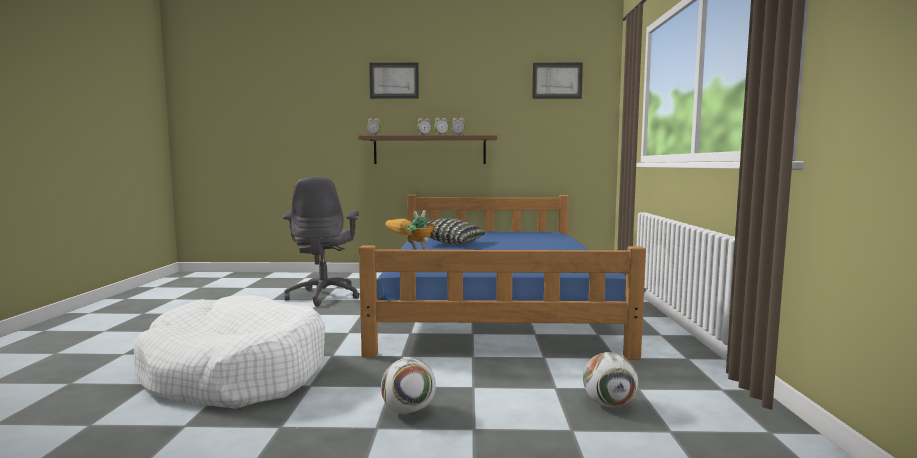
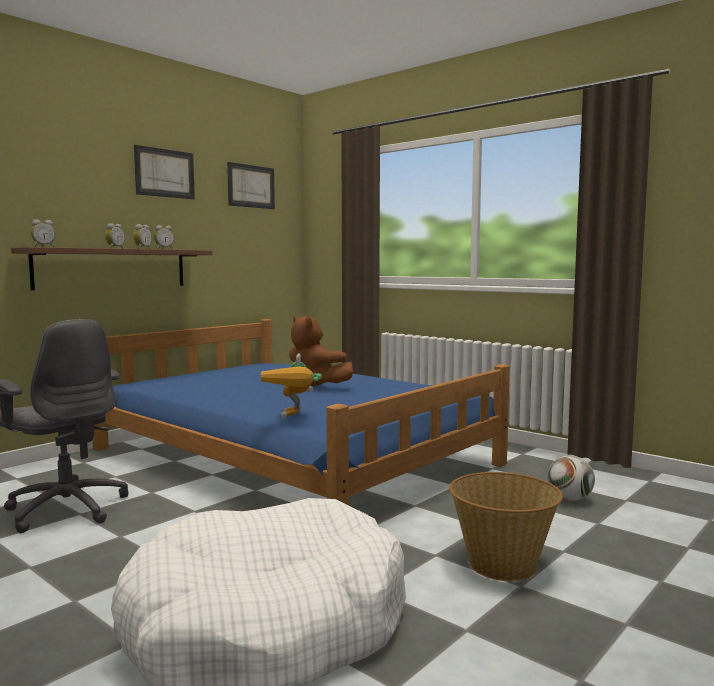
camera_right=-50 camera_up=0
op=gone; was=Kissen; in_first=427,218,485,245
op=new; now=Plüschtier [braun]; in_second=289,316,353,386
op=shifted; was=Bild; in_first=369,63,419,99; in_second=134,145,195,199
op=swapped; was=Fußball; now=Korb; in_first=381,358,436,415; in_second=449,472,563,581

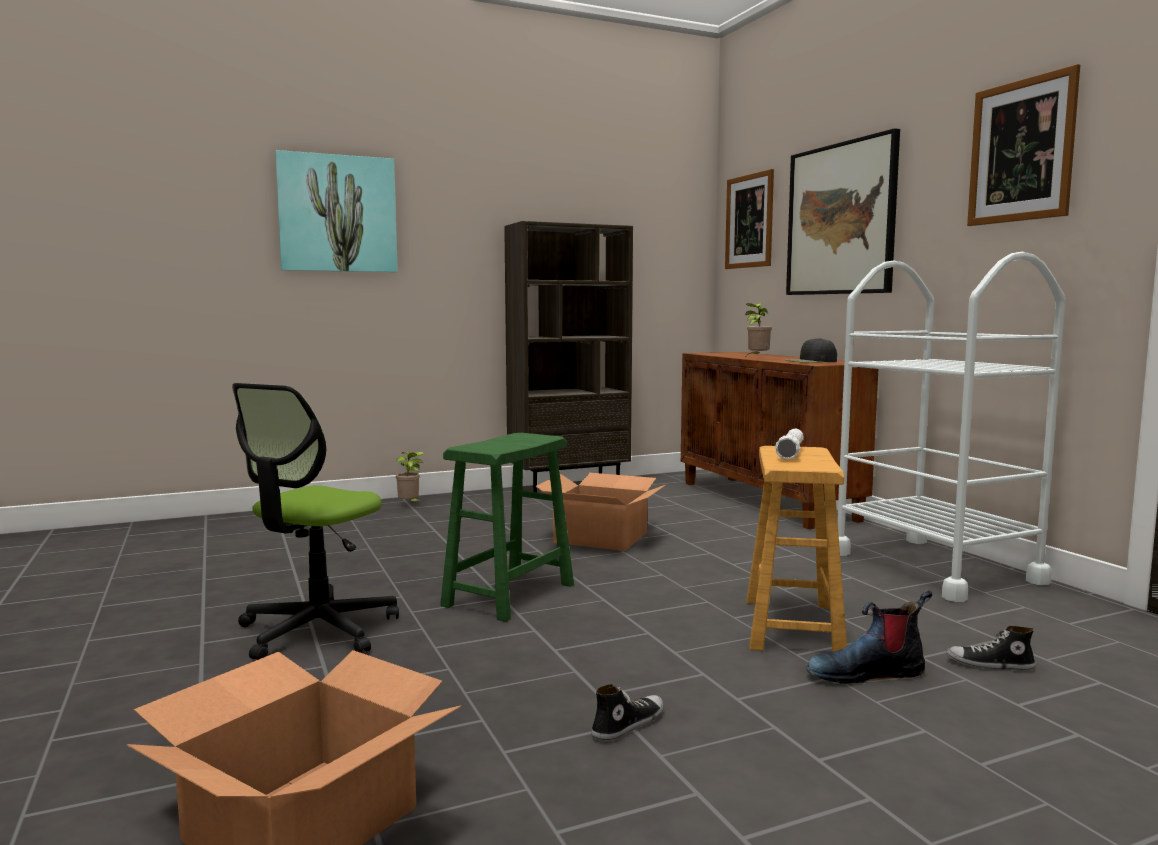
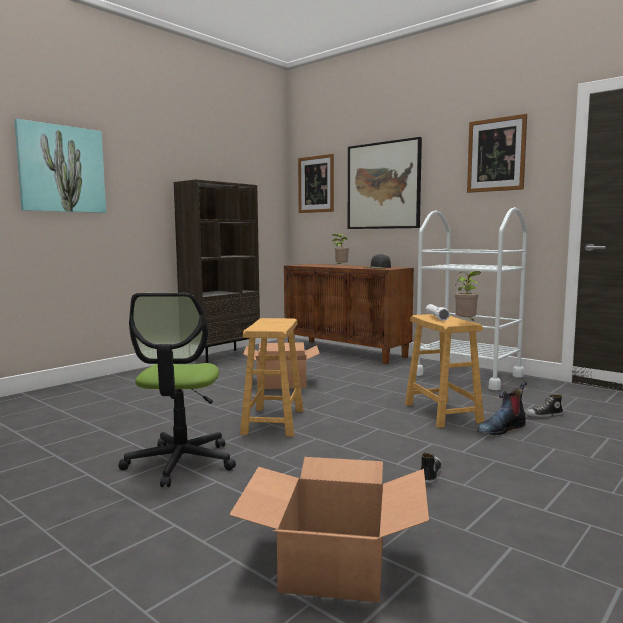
camera_right=-25 camera_up=0
op=shifted; was=Topfpflanze; in_first=396,452,425,502; in_second=455,271,481,321
op=repainted; was=Hocker [grün]; now=Hocker [braun]; in_first=440,433,574,622; in_second=240,318,303,437

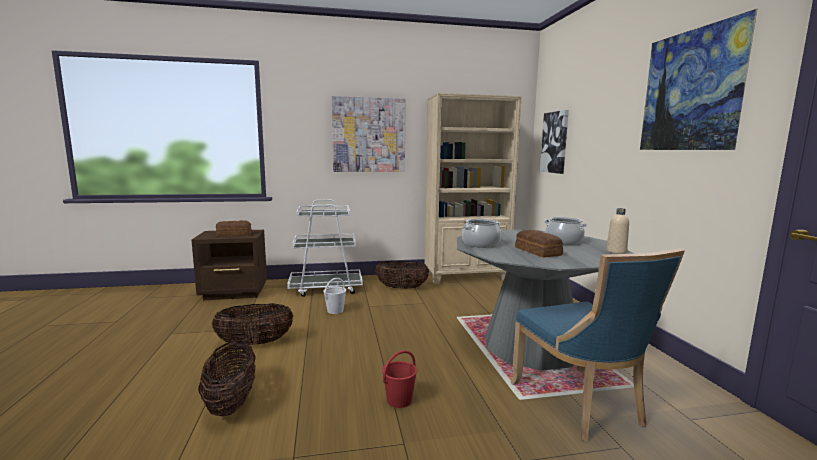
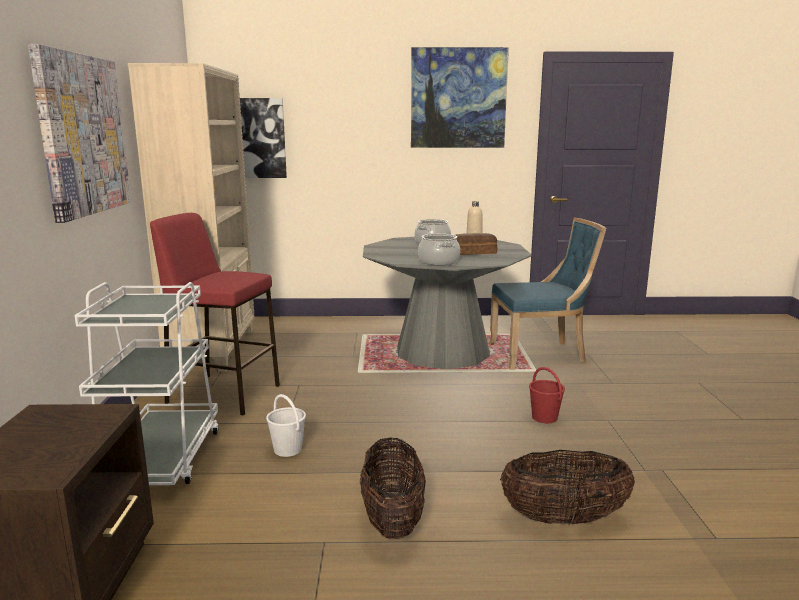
camera_right=-80 camera_up=5
op=gone; was=Brot; in_first=216,220,251,236
op=swapped; was=Korb; now=Hocker [rot]; in_first=375,261,429,289; in_second=150,213,280,416

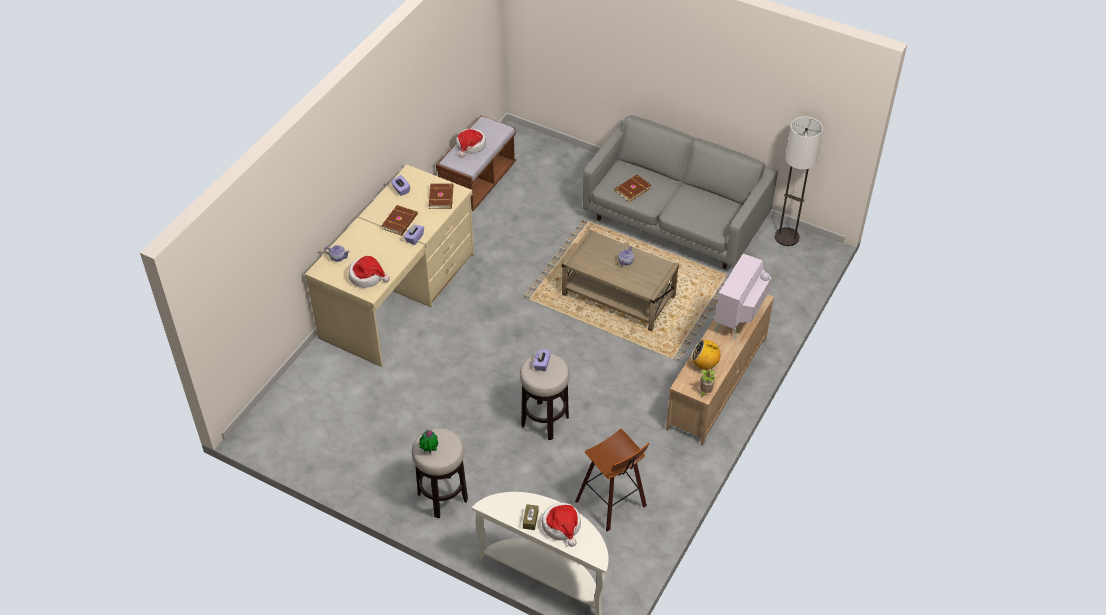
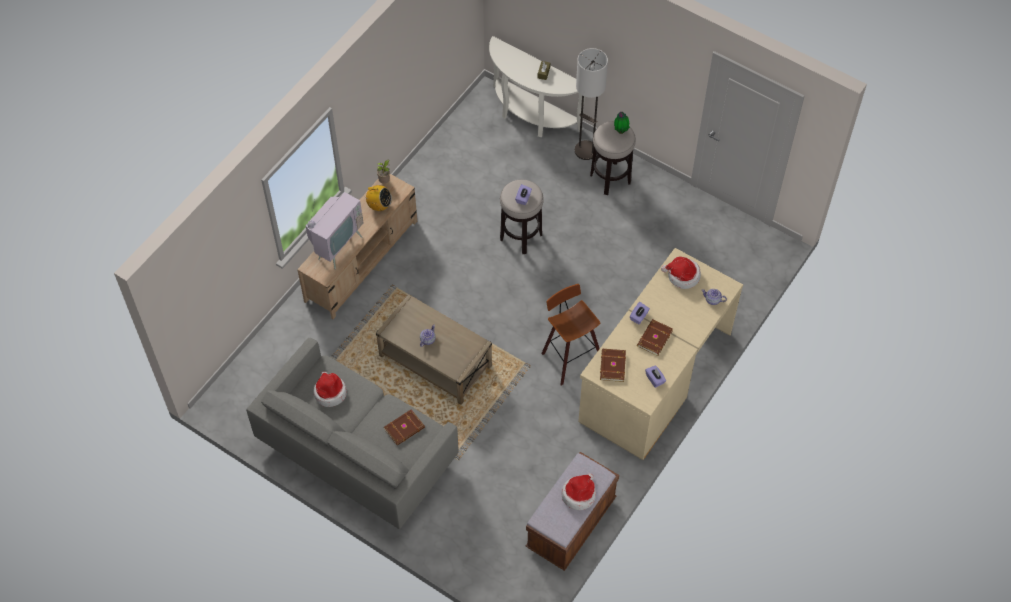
camera_right=-175 camera_up=10
op=shifted; was=Hut; in_first=542,503,581,547; in_second=314,371,347,407
op=shifted; was=Hocker; in_first=575,429,649,532; in_second=541,284,600,385
op=shifted; was=Stehlampe; in_first=775,116,823,246; in_second=575,48,608,160

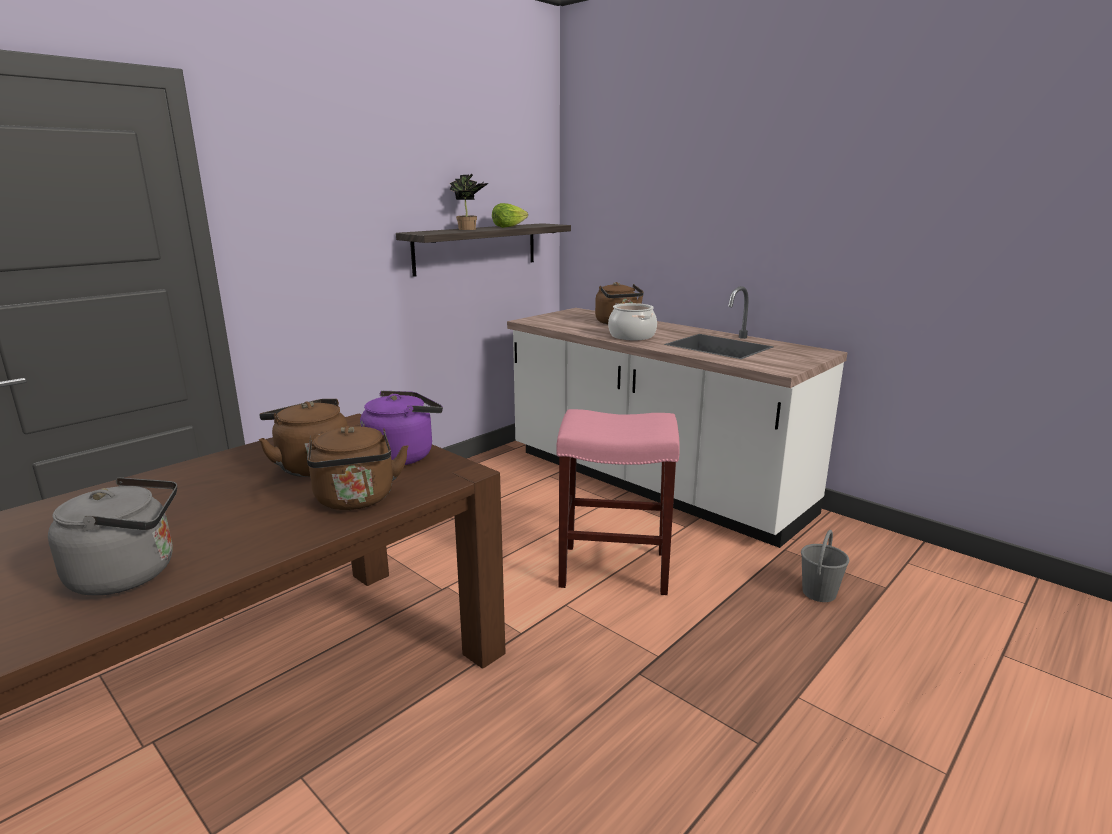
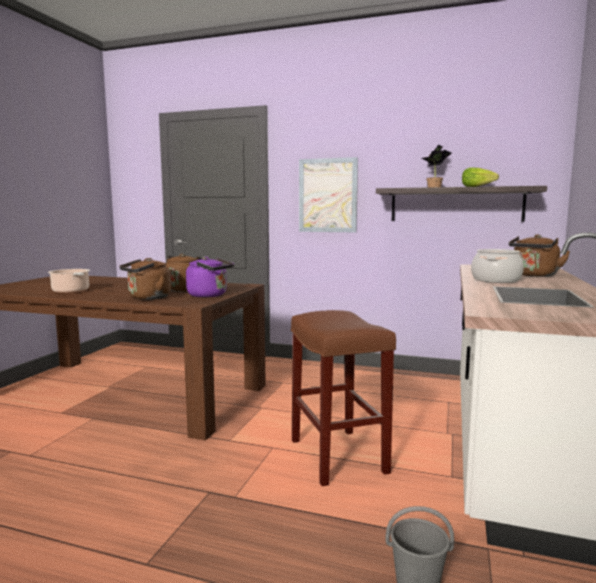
camera_right=65 camera_up=-10
op=new; now=Bild; in_second=299,157,358,232
op=swapped; was=Wasserkessel [grau]; now=Kochtopf; in_first=48,477,177,596; in_second=48,269,90,293
op=repainted; was=Hocker [rosa]; now=Hocker [braun]; in_first=556,409,680,595; in_second=291,310,396,486

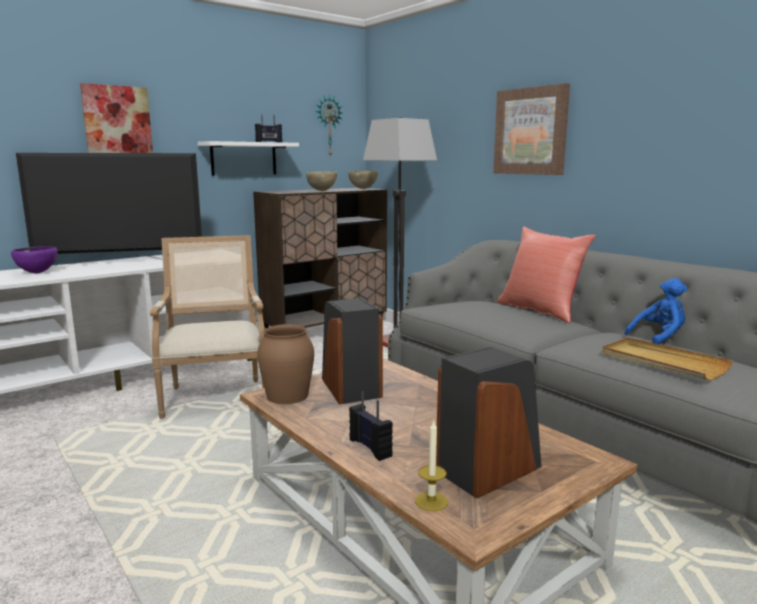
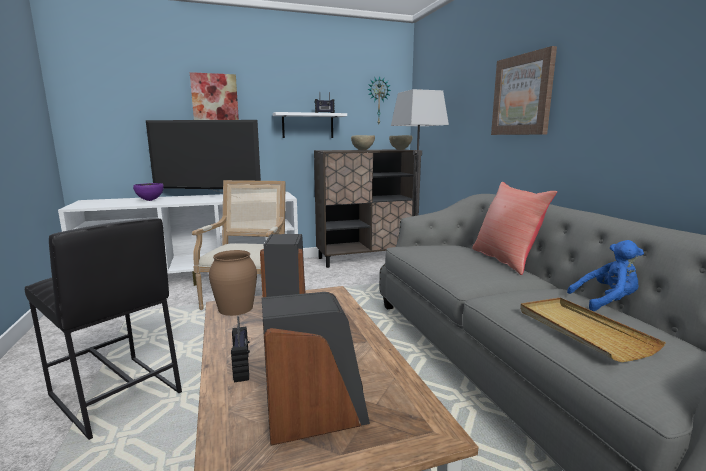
camera_right=20 camera_up=0
op=gone; was=Kerze; in_first=415,420,448,511
op=new; now=Hocker [schwarz]; in_second=25,218,182,440

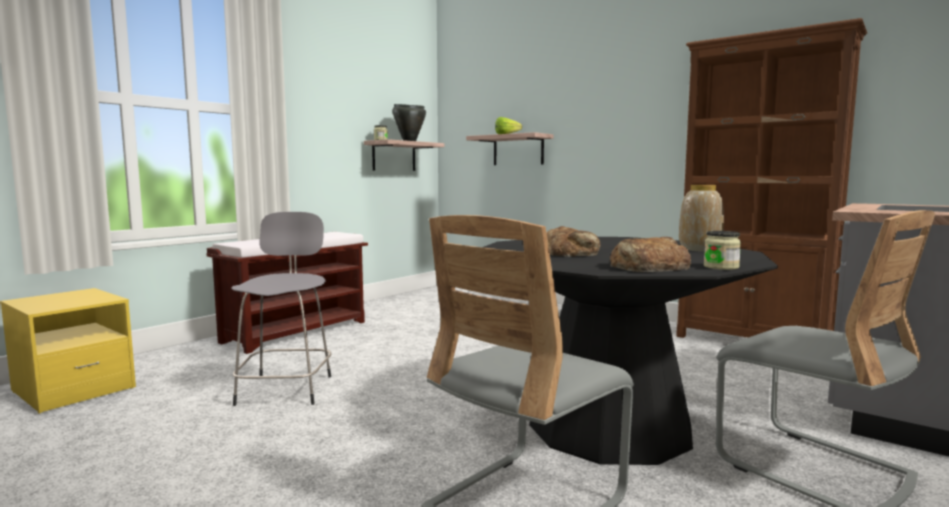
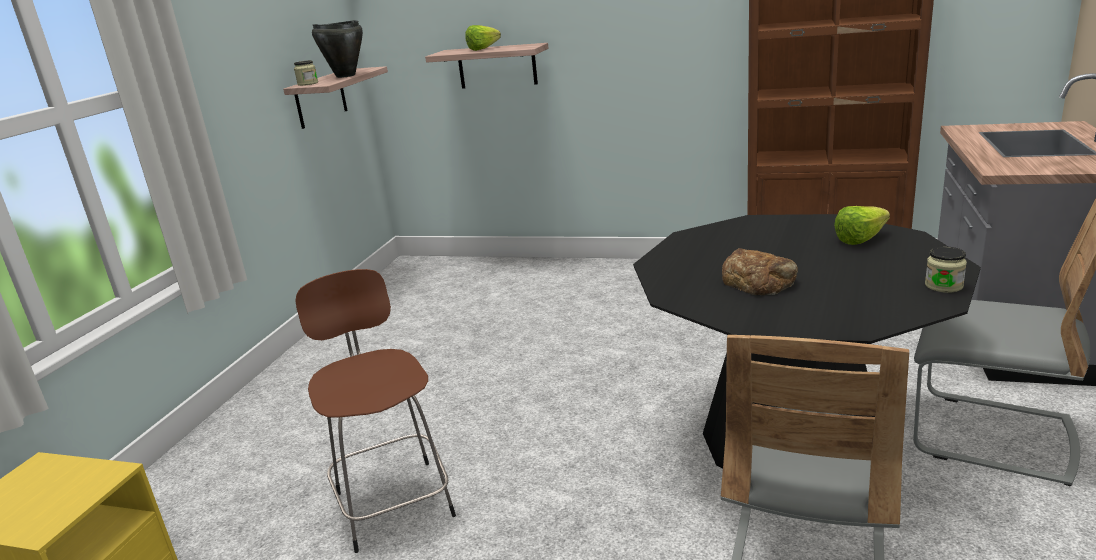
camera_right=-20 camera_up=15
op=gone; was=Bank [braun]; in_first=207,232,368,354
op=gone; was=Brot; in_first=610,237,691,272
op=swapped; was=Vase; now=Salatkopf; in_first=679,185,724,252; in_second=834,206,890,245
op=repainted; was=Hocker [grau]; now=Hocker [braun]; in_first=231,212,331,406; in_second=295,269,456,553

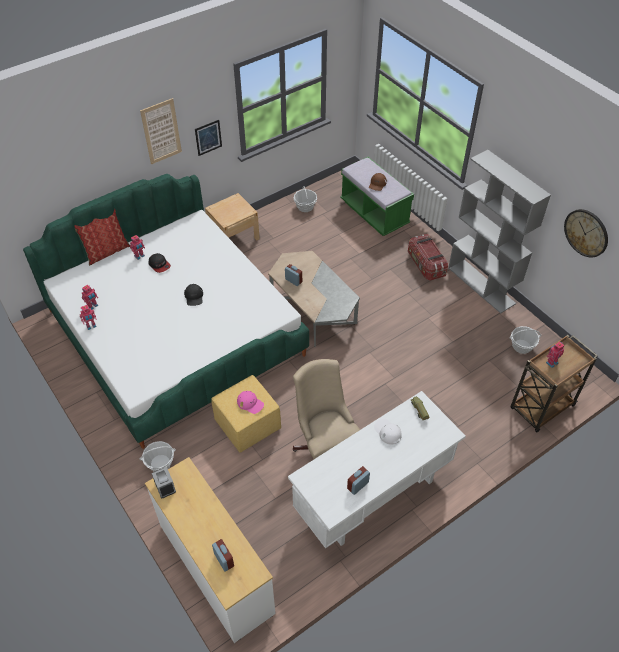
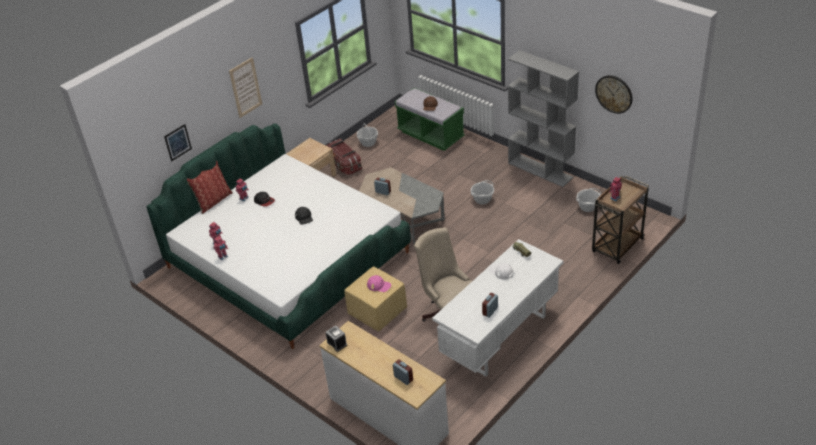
camera_right=-10 camera_up=-10
op=shifted; was=Korb; in_first=140,441,176,472; in_second=471,180,494,204
op=shifted; was=Bild; in_first=195,120,222,156; in_second=164,124,192,161
op=shifted; was=Aufbewahrungsbox; in_first=408,234,448,281; in_second=326,139,362,175

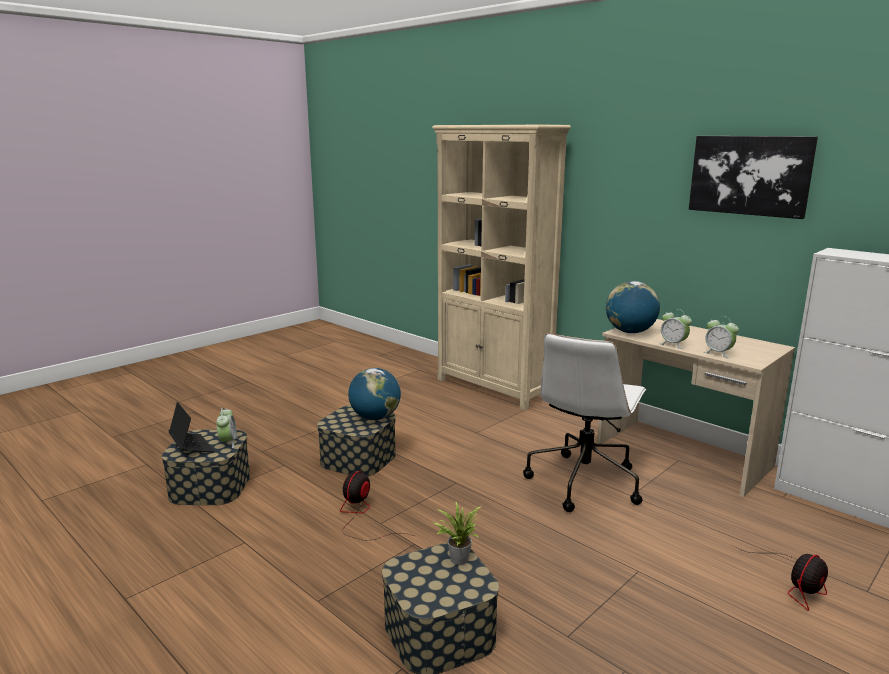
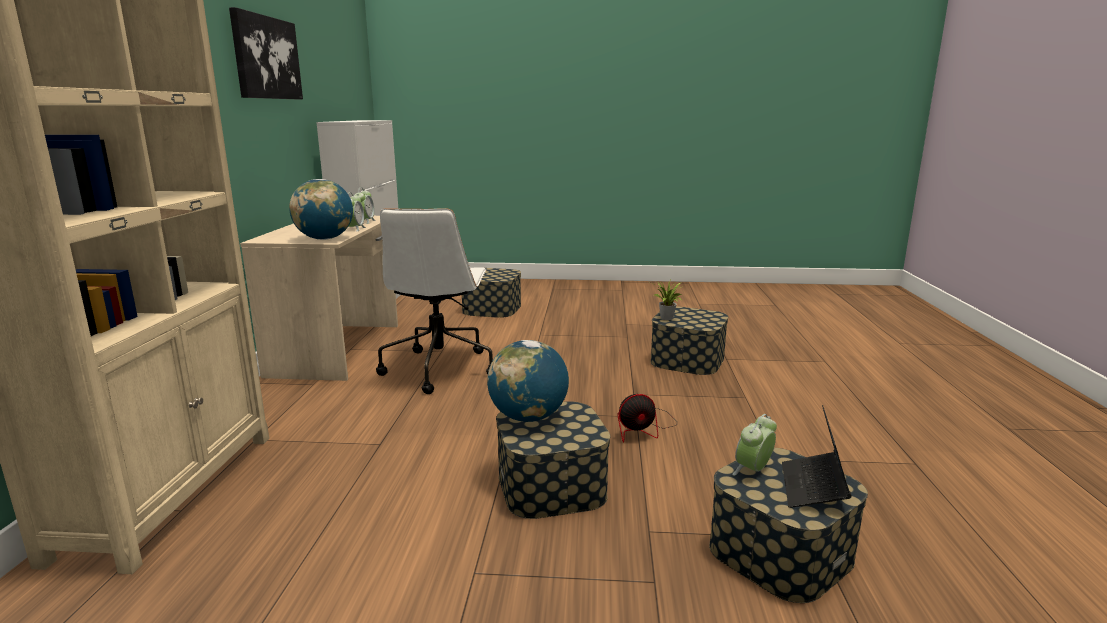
camera_right=-130 camera_up=0
op=swapped; was=Ventilator; now=Aufbewahrungsbox; in_first=731,545,828,611; in_second=462,268,521,318
op=rotated; was=Bürostuhl [weiß]; in_first=523,333,647,512; in_second=376,208,493,394; clockwise=105

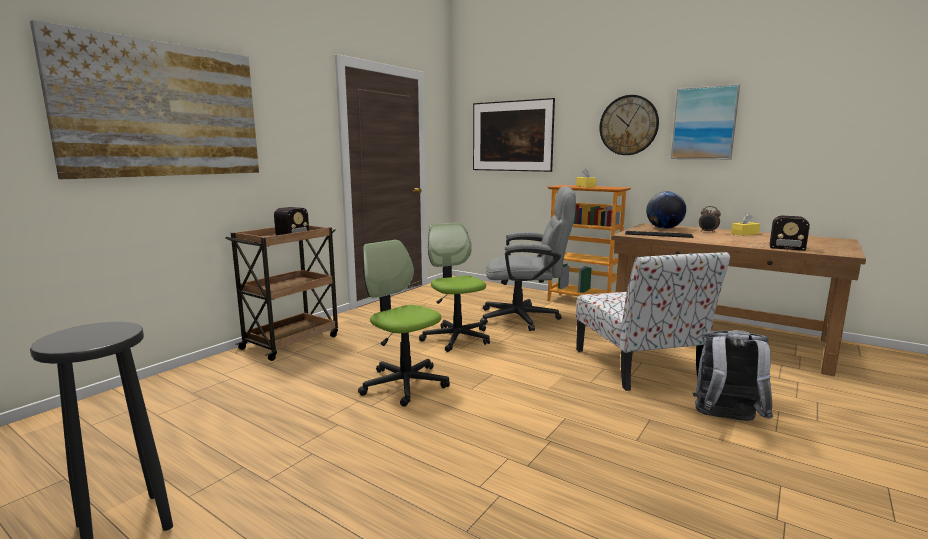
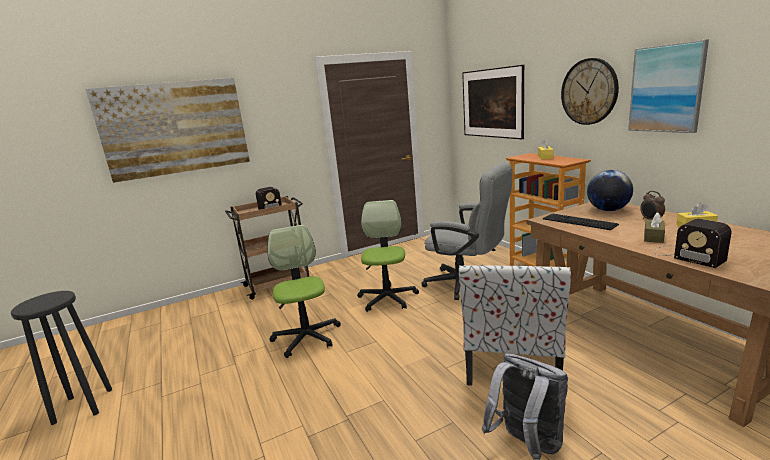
camera_right=30 camera_up=5
op=new; now=Taschentuchbox [braun]; in_second=644,213,665,243

